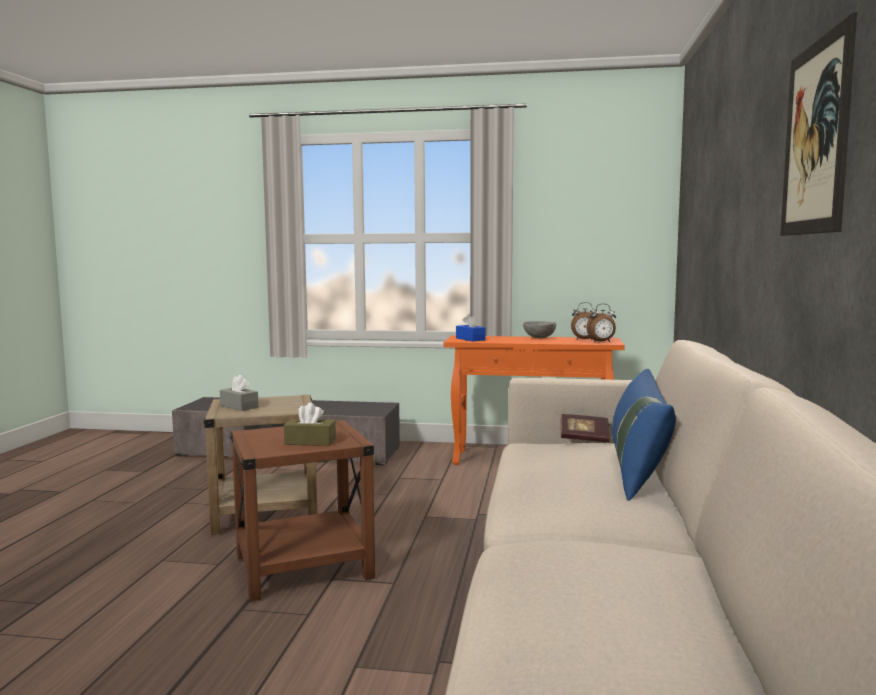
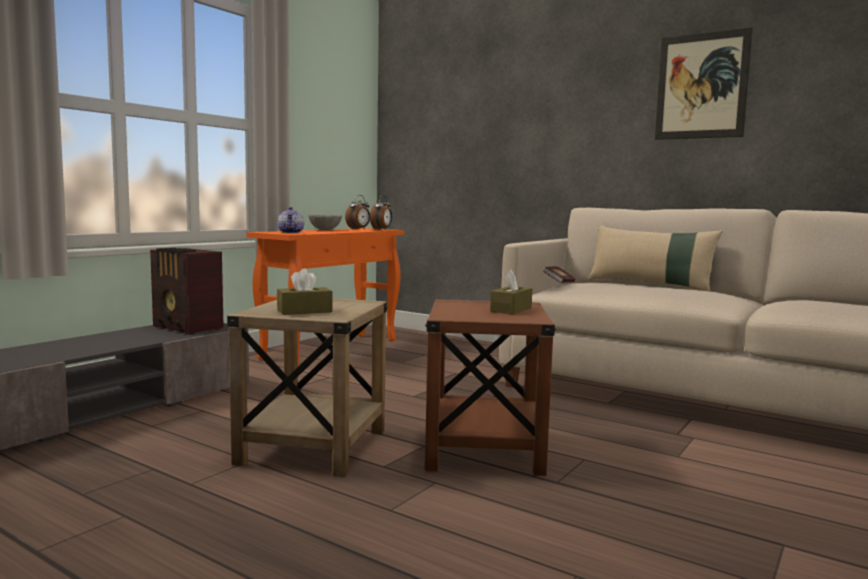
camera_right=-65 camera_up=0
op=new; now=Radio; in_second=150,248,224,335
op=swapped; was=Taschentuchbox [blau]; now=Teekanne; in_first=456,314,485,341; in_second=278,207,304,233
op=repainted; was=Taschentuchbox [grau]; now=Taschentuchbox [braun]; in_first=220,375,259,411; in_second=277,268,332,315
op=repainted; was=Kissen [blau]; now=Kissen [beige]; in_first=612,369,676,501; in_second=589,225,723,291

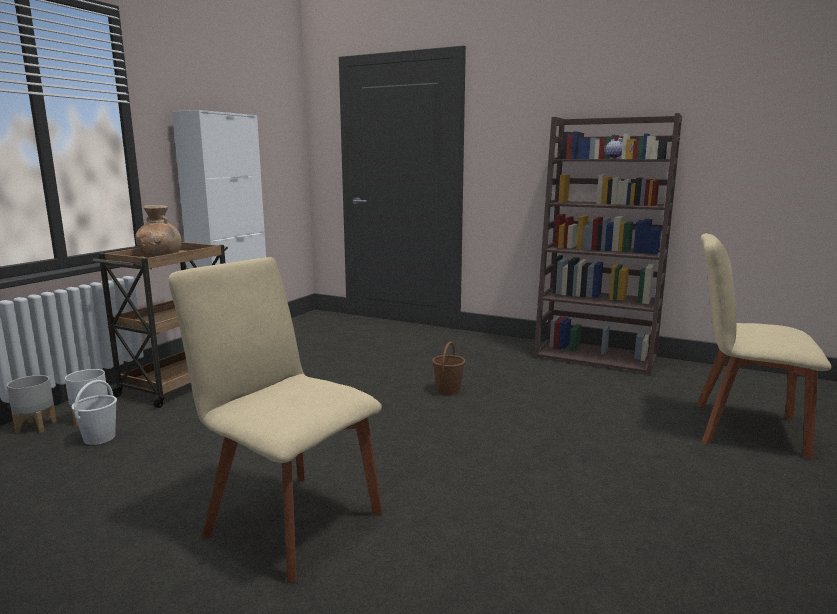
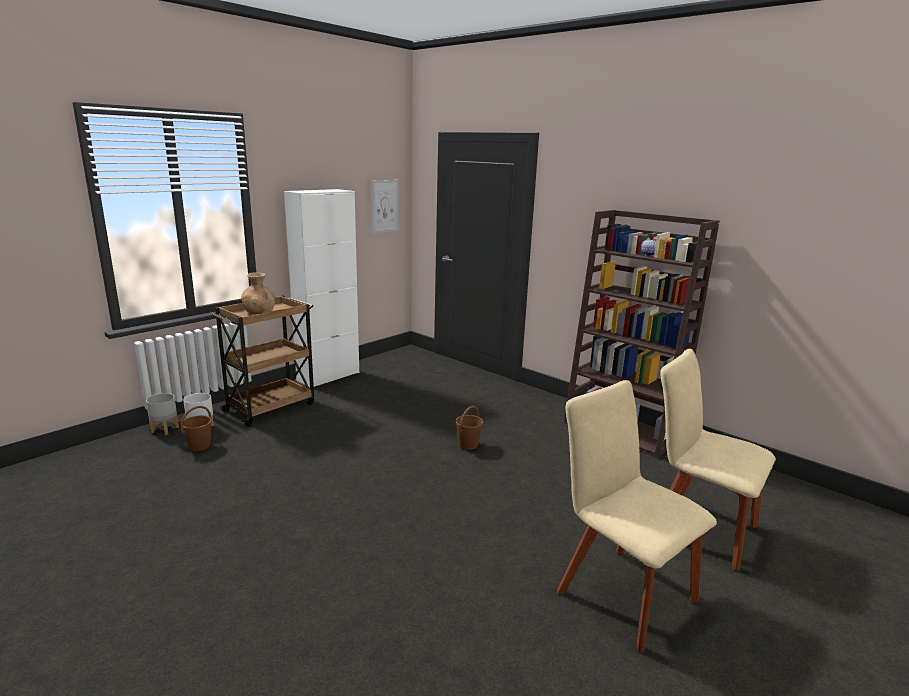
camera_right=15 camera_up=5
op=new; now=Bild; in_second=371,180,398,233
op=shifted; was=Stuhl [beige]; in_first=168,257,383,583; in_second=557,380,717,652
op=repainted; was=Eimer [weiß]; now=Eimer [braun]; in_first=72,380,117,445; in_second=181,406,212,451

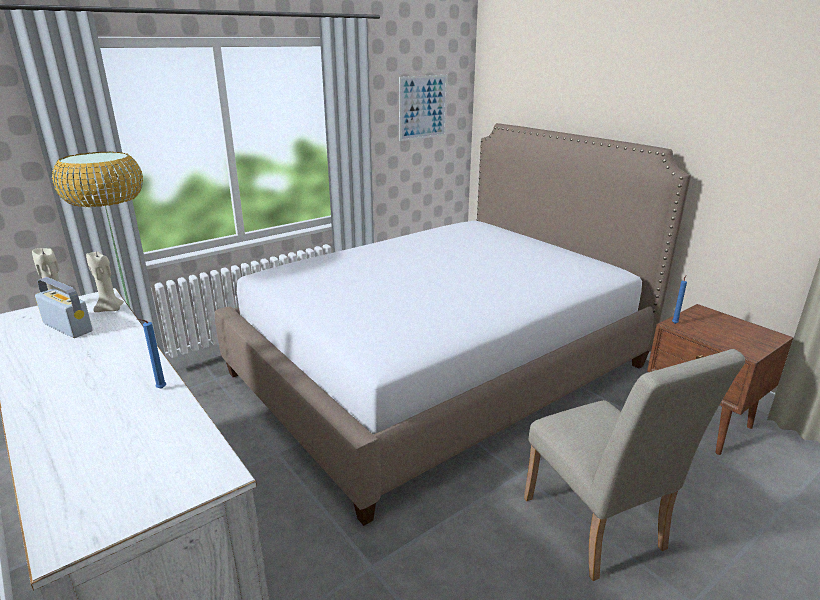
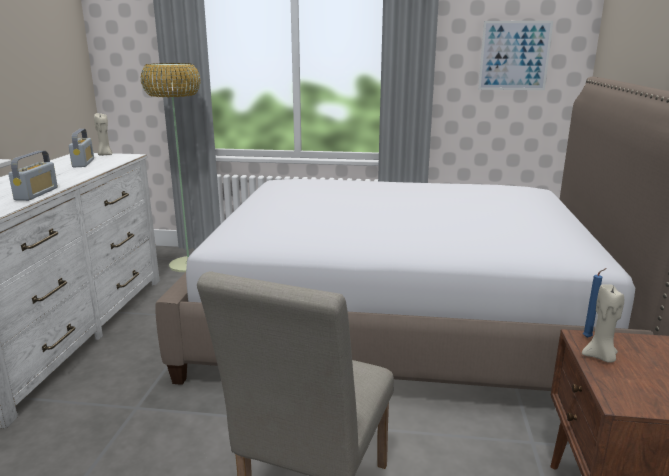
camera_right=45 camera_up=-5
op=shifted; was=Kerze [beige]; in_first=86,252,124,312; in_second=582,284,624,363
op=swapped; was=Kerze [blau]; now=Radio; in_first=138,319,166,389; in_second=8,151,58,201

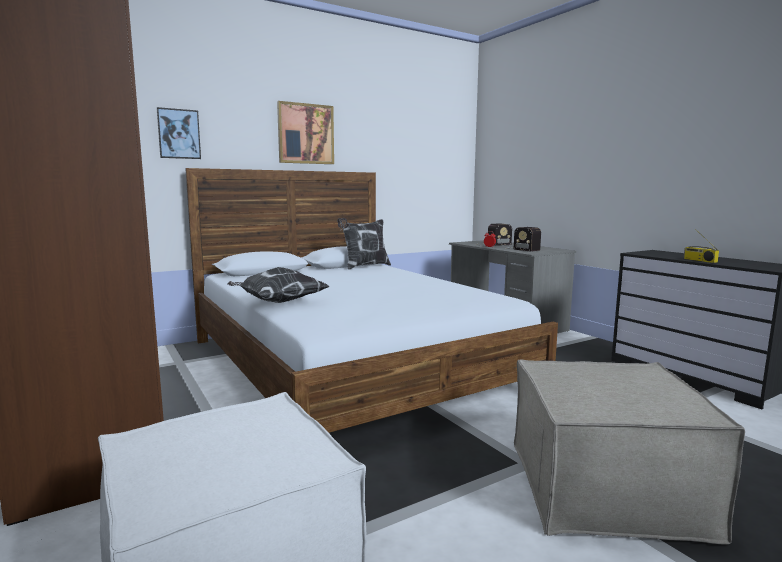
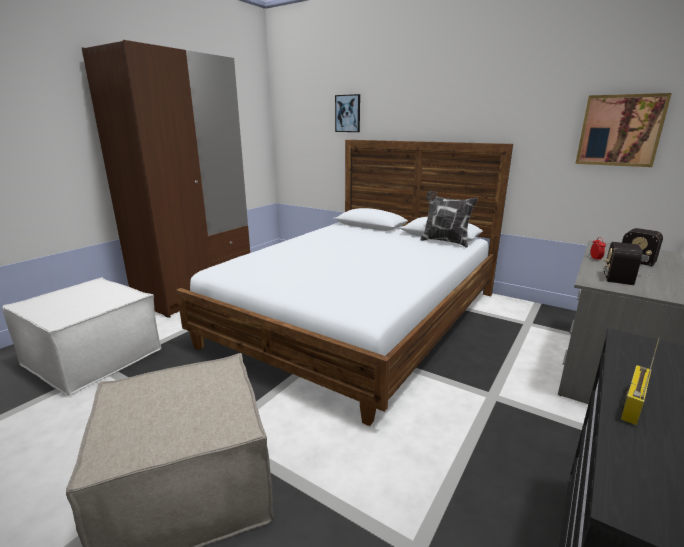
camera_right=65 camera_up=10
op=gone; was=Kissen; in_first=228,267,329,303
op=shifted; was=Bild; in_first=277,101,334,164; in_second=575,93,672,167

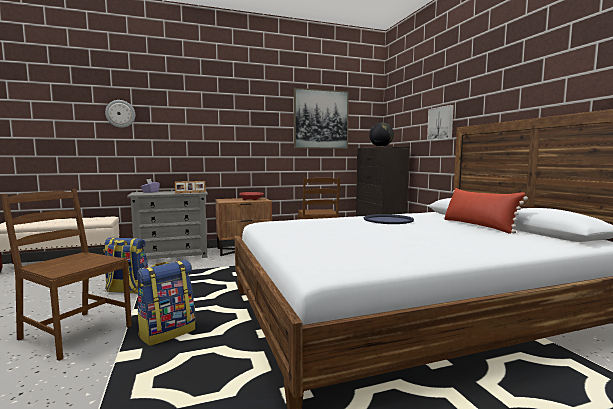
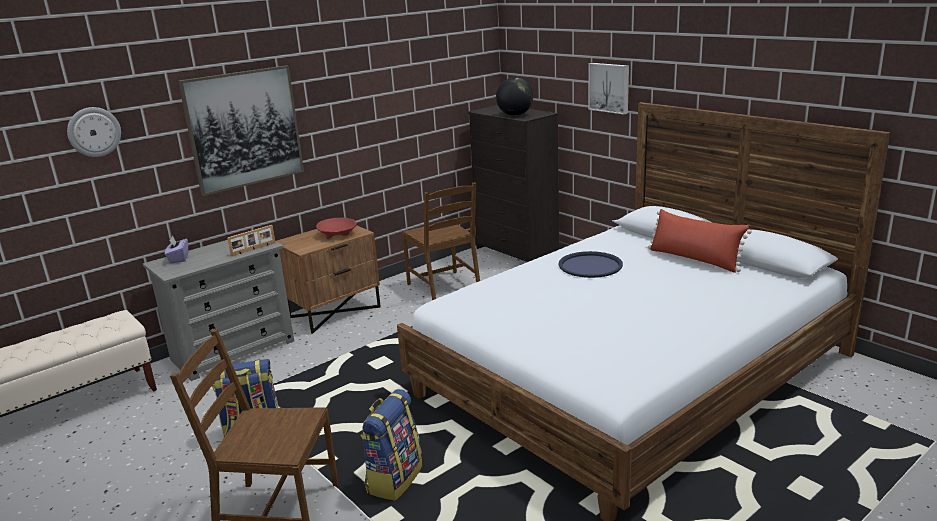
camera_right=-20 camera_up=15
op=shifted; was=Bild; in_first=294,88,349,149; in_second=178,66,304,196

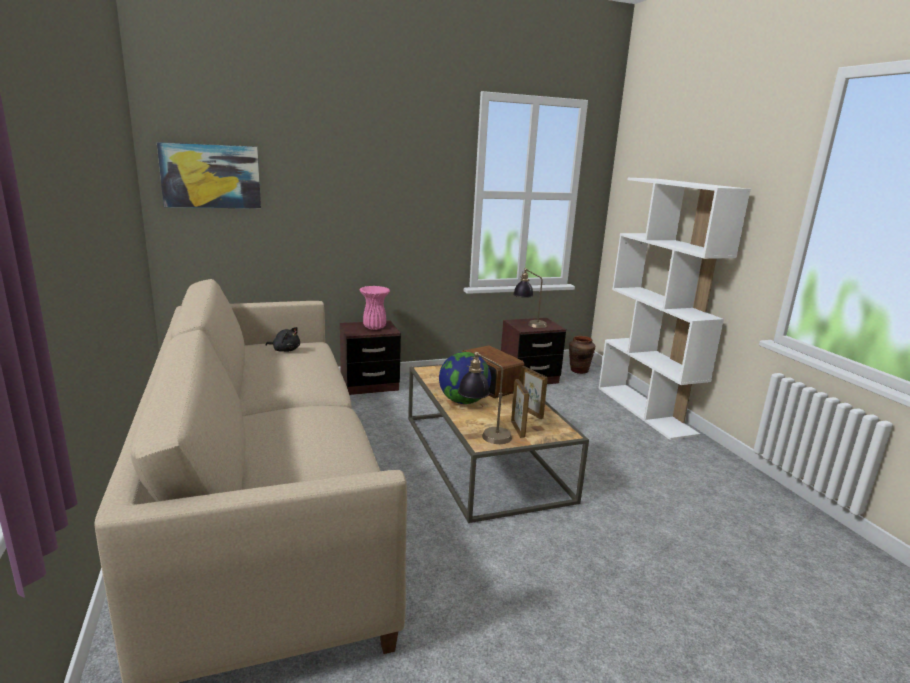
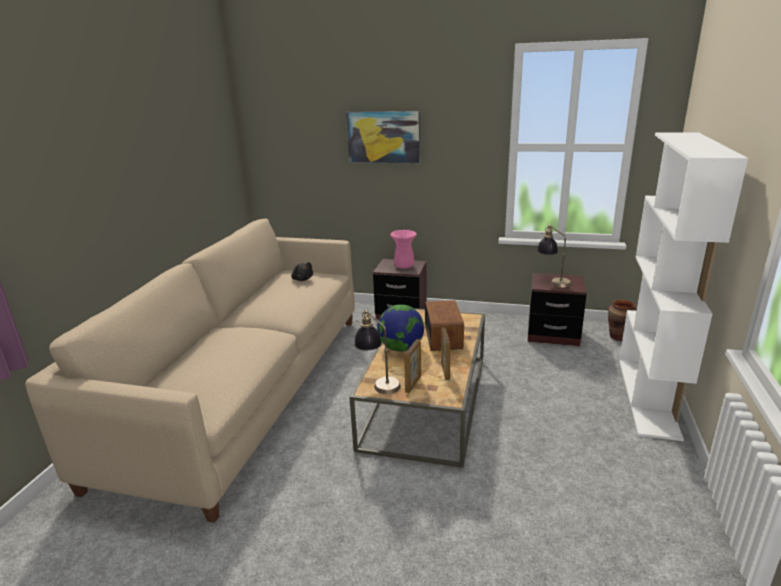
camera_right=35 camera_up=5
op=shifted; was=Bild; in_first=157,142,261,209; in_second=346,111,420,163

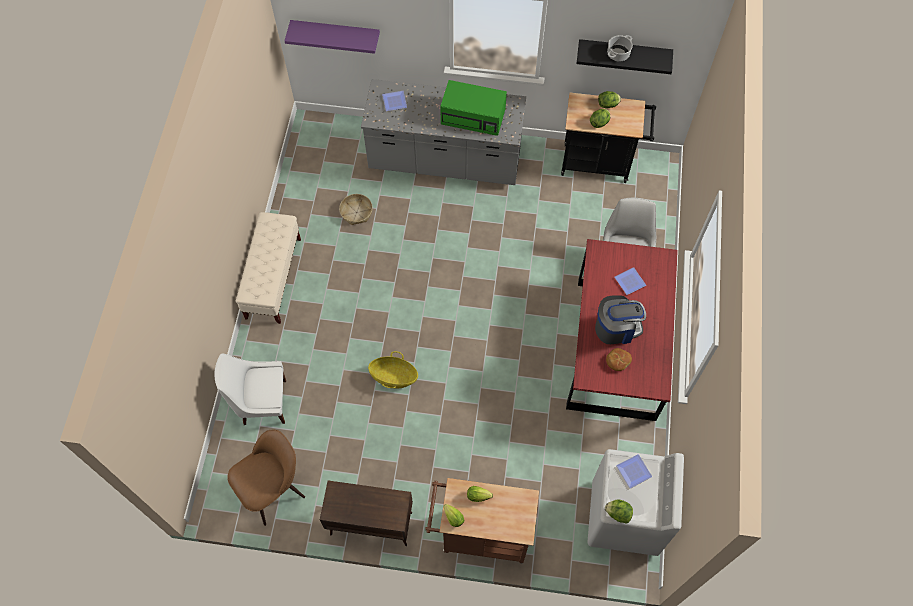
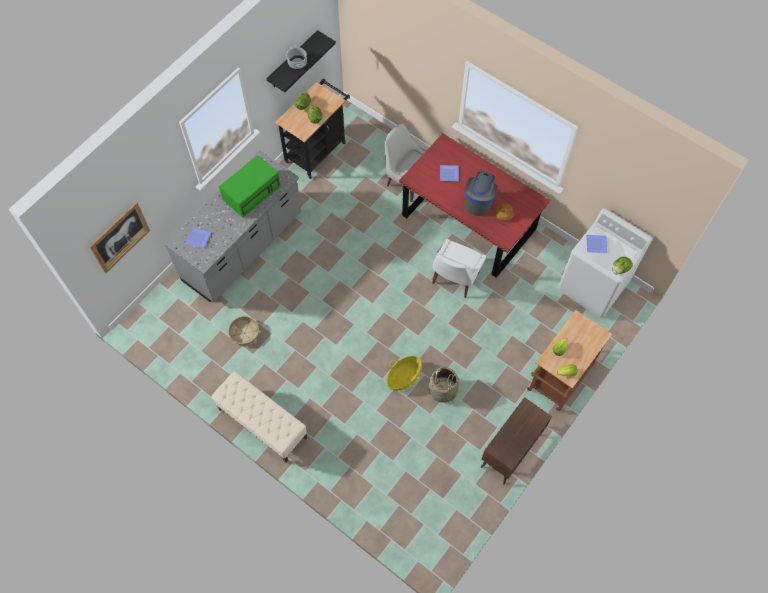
camera_right=-60 camera_up=0
op=gone; was=Stuhl [braun]; in_first=227,430,305,526
op=new; now=Korb; in_second=429,366,459,403
op=shifted; was=Stuhl [weiß]; in_first=215,354,286,425; in_second=432,239,486,298
op=swapped; was=Wandregal [lila]; now=Bild; in_first=285,20,380,54; in_second=89,202,150,274

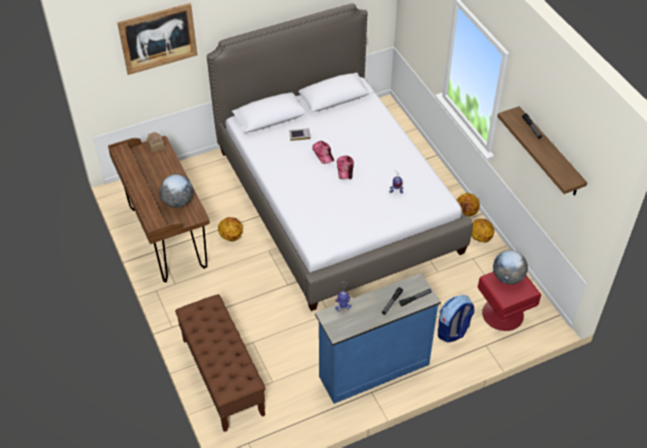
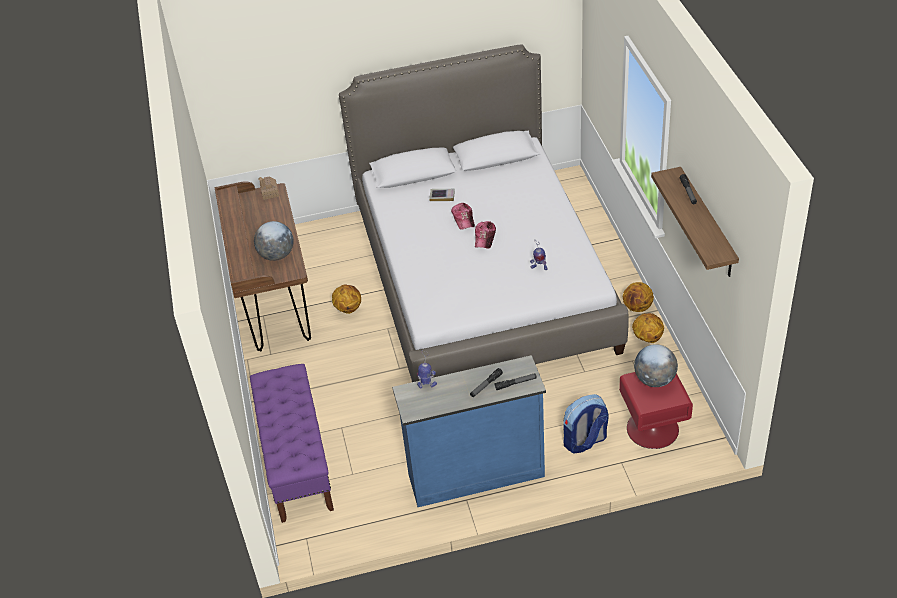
camera_right=15 camera_up=-5
op=gone; was=Bild; in_first=117,3,197,75
op=repainted; was=Bank [braun]; now=Bank [lila]; in_first=175,294,265,432; in_second=250,364,334,523

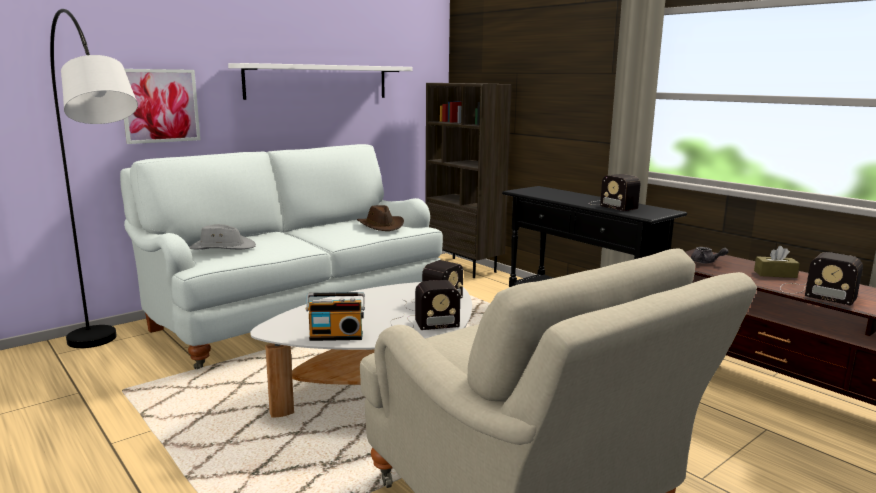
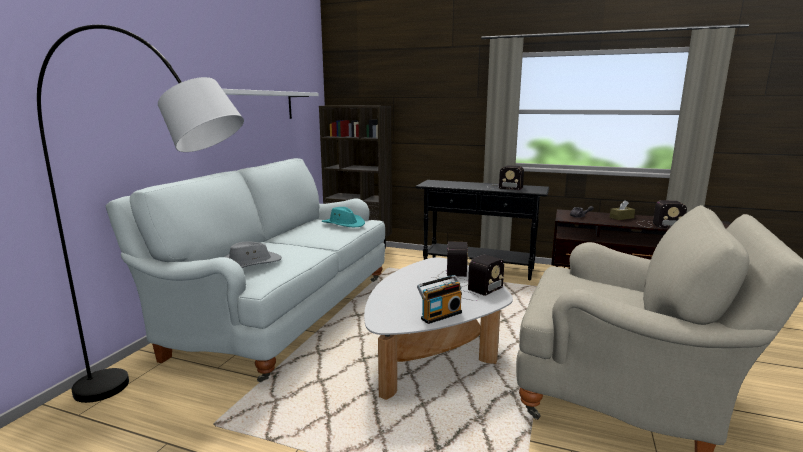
camera_right=-30 camera_up=0
op=gone; was=Bild; in_first=124,69,200,144
op=repainted; was=Hut [braun]; now=Hut [türkis]; in_first=357,205,404,231; in_second=322,207,365,227

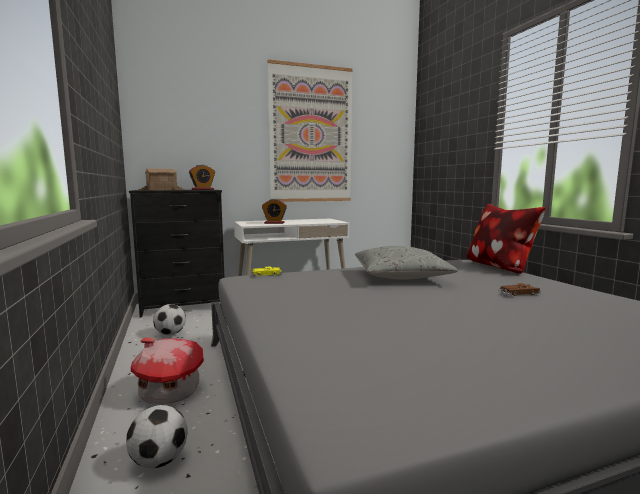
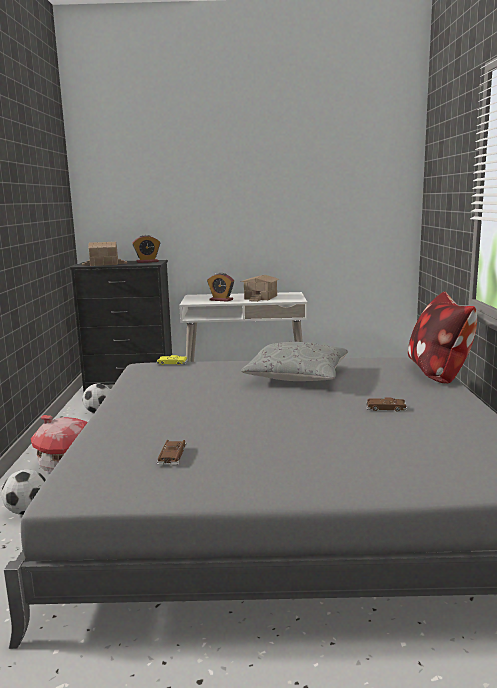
camera_right=20 camera_up=5
op=gone; was=Bild; in_first=267,59,352,202
op=new; now=Spielzeugauto [braun]; in_second=157,440,187,465
op=new; now=Spielzeughaus; in_second=241,275,279,302

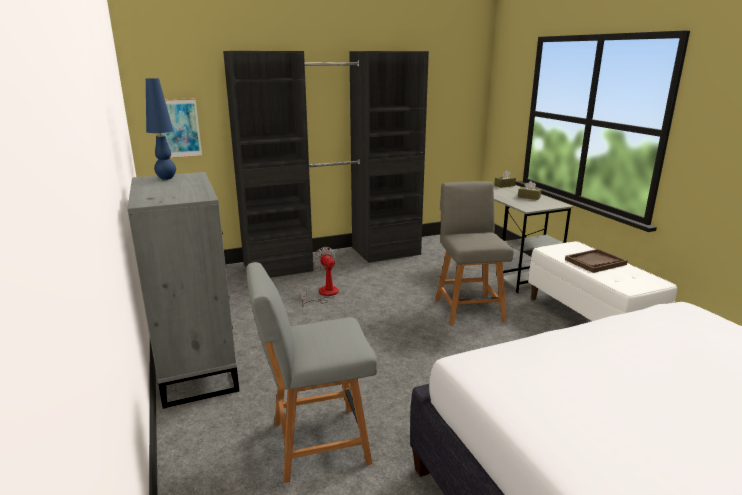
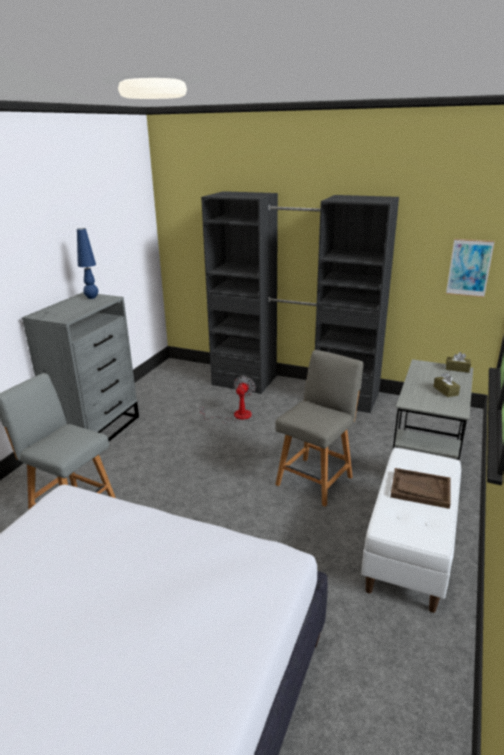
camera_right=45 camera_up=5
op=shifted; was=Bild; in_first=161,99,202,158; in_second=446,239,495,297

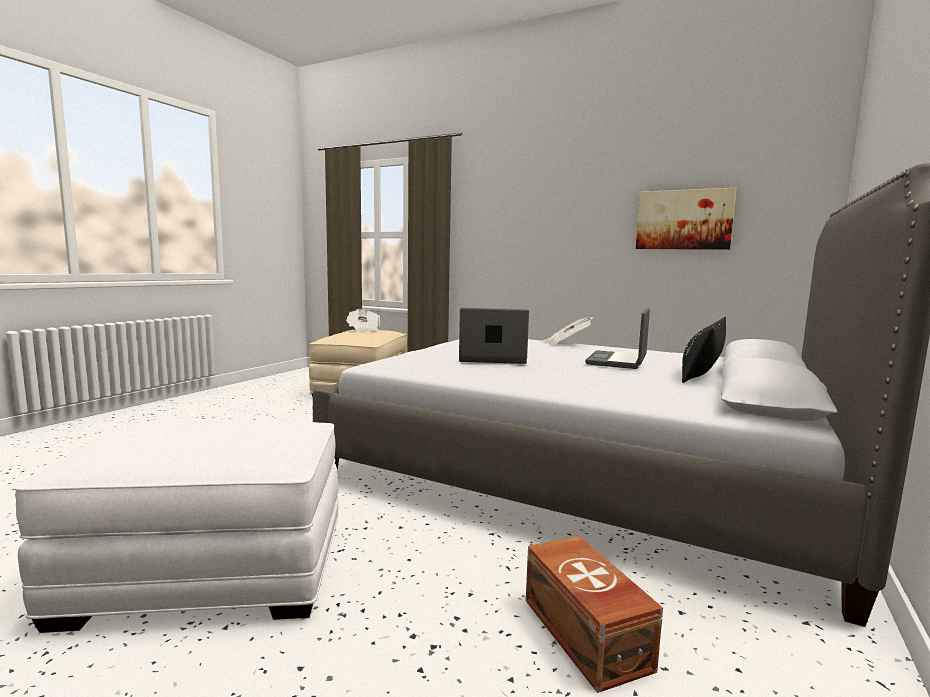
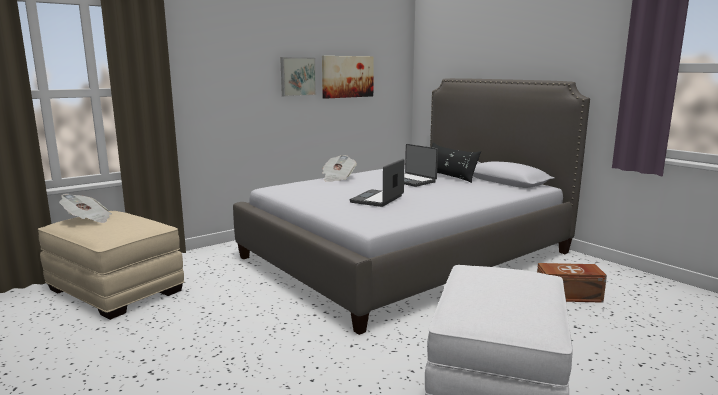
camera_right=-65 camera_up=5
op=new; now=Bild; in_second=280,57,316,97

